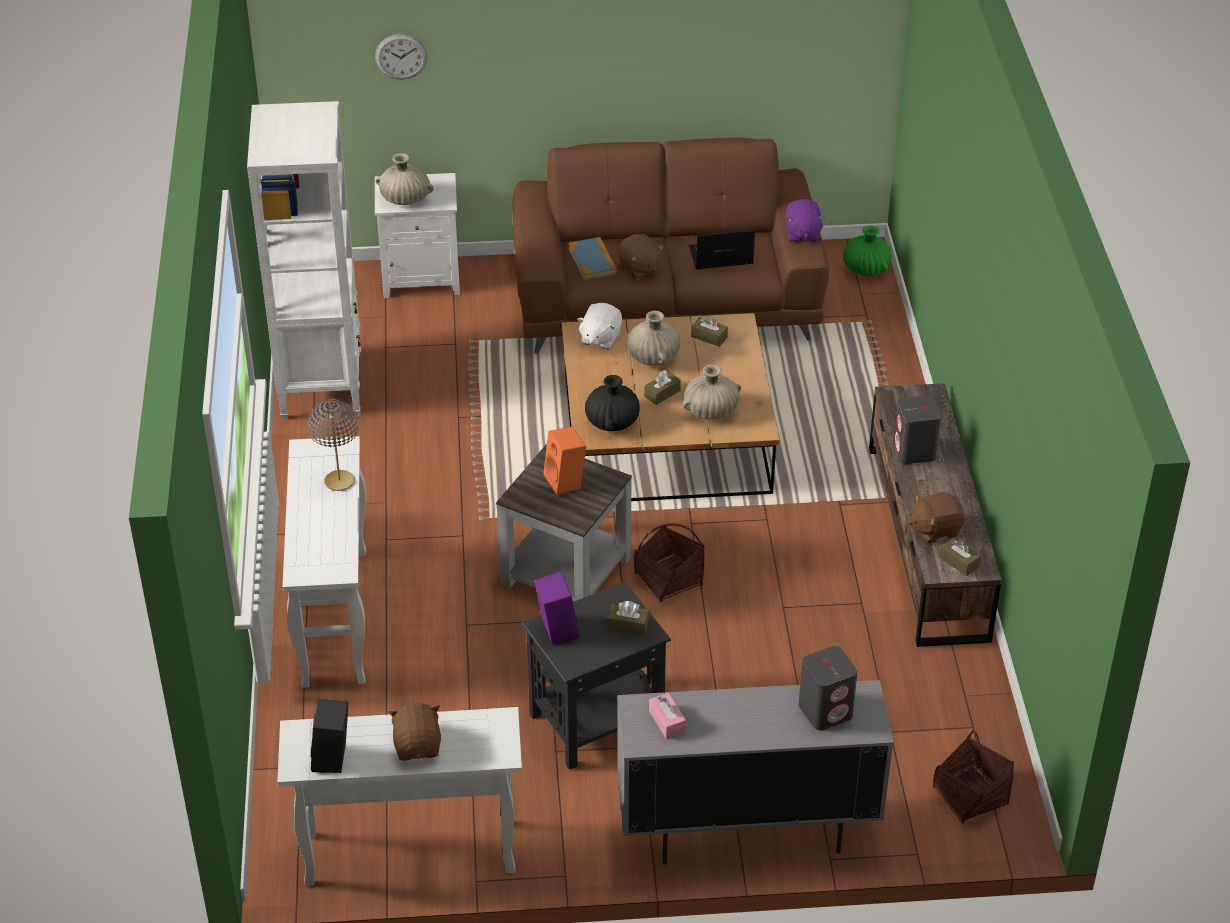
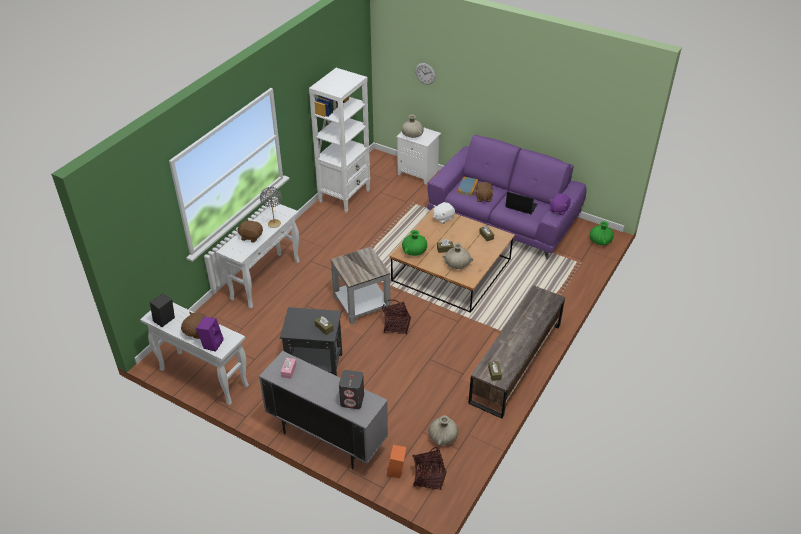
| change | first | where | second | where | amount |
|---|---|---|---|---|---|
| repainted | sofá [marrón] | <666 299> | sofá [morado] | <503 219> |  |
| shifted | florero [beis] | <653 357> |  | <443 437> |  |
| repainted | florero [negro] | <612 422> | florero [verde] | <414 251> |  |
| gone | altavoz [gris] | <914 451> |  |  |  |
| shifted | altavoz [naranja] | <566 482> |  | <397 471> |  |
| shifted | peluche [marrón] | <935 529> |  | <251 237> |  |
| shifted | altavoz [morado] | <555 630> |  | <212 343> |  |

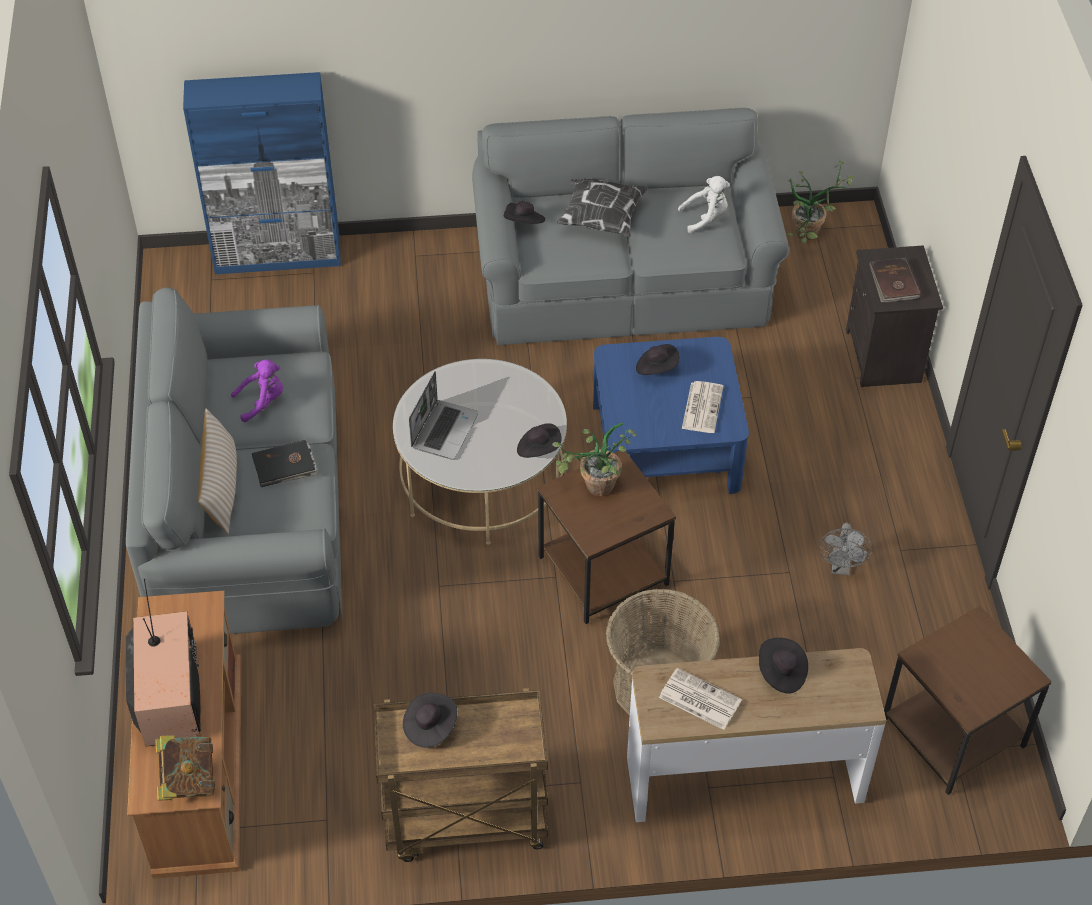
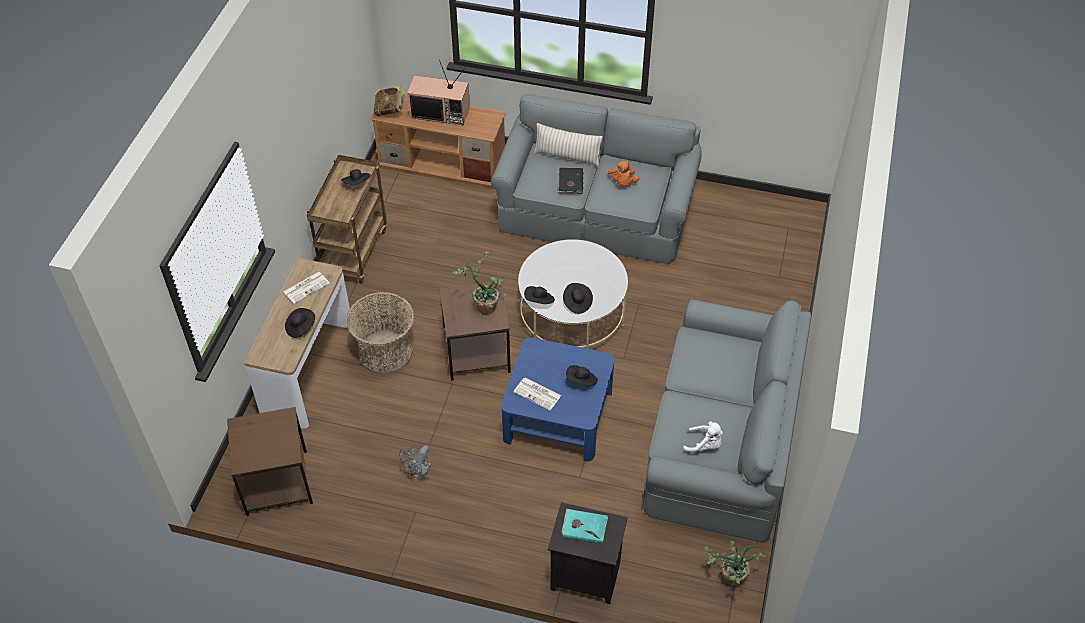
| change | first | where | second | where | amount |
|---|---|---|---|---|---|
| gone | armario [azul] | <278 256> |  |  |  |
| rotated | peluche [blanco] | <706 217> |  | <704 445> | 75 degrees counterclockwise |
| gone | cojín | <600 217> |  |  |  |
| shifted | sombrero [negro] | <523 223> |  | <577 303> |  |
| repainted | libro [marrón] | <893 283> | libro [turquesa] | <584 526> |  |
| repainted | peluche [morado] | <262 402> | peluche [naranja] | <623 183> |  |
| gone | portátil | <444 430> |  |  |  |
| rotated | ventilador [gris] | <841 567> |  | <419 473> | 90 degrees counterclockwise |

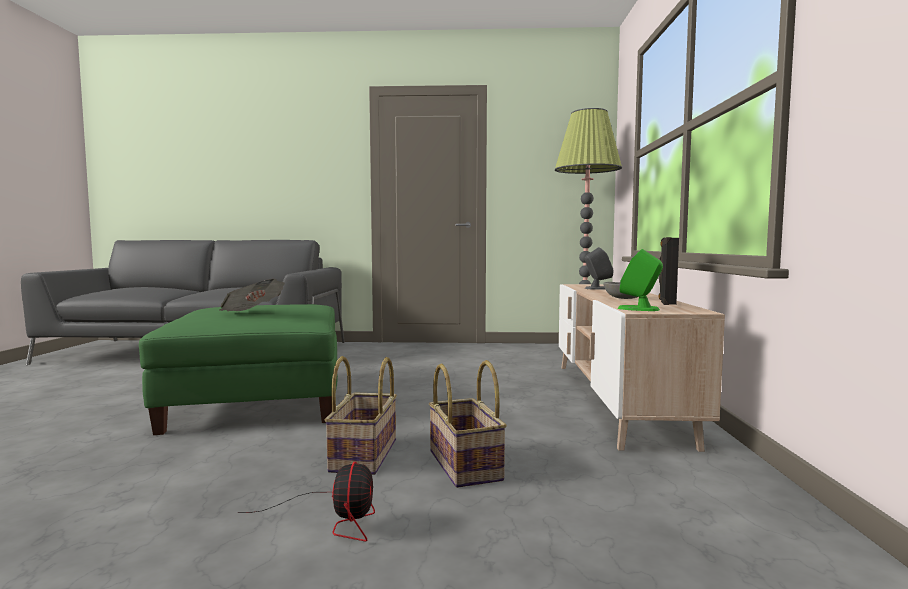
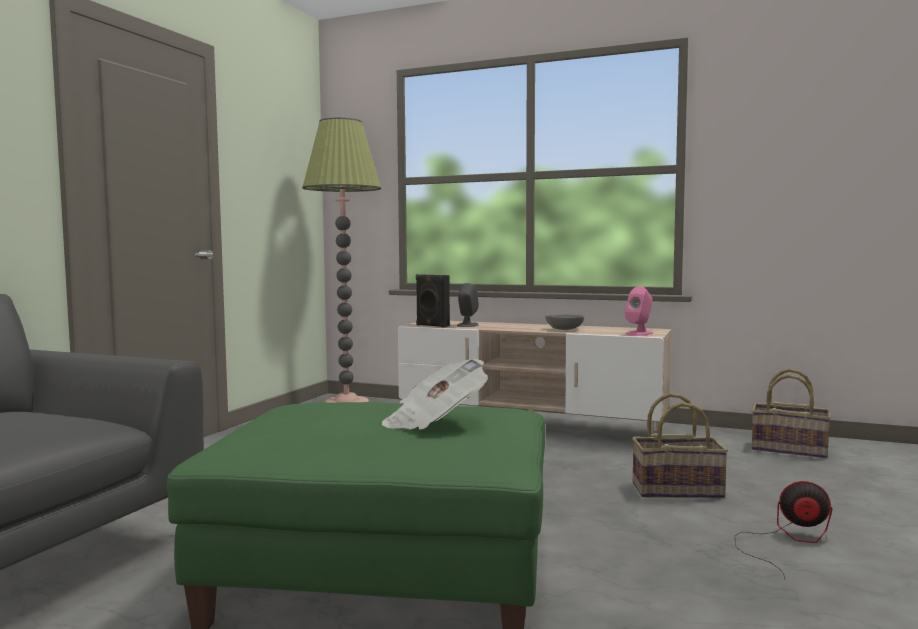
| change | first | where | second | where | amount |
|---|---|---|---|---|---|
| shifted | altavoz [negro] | <666 302> |  | <432 326> |  |
| repainted | altavoz [verde] | <639 309> | altavoz [rosa] | <639 333> |  |
| shifted | cesta | <365 456> |  | <789 449> |  |

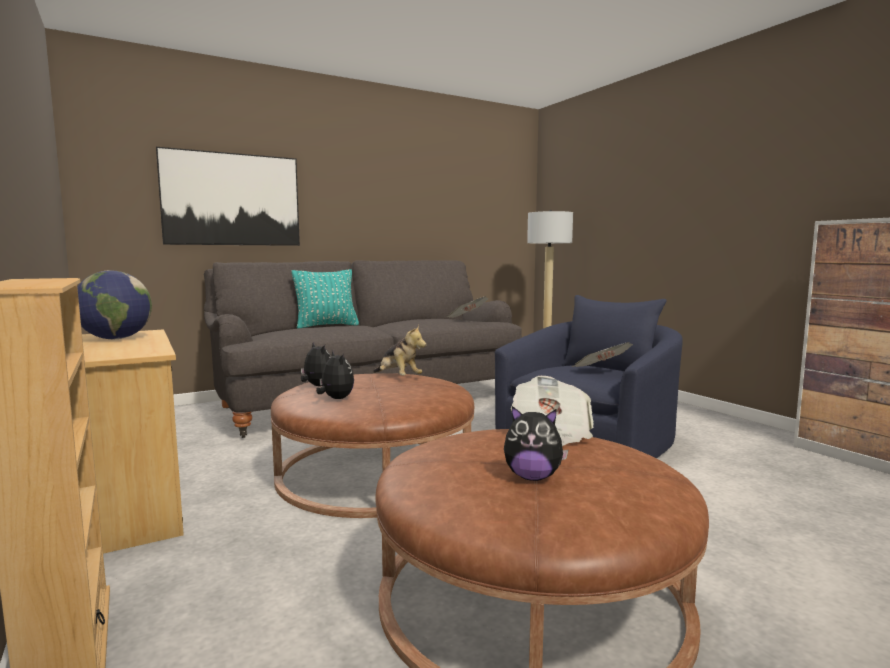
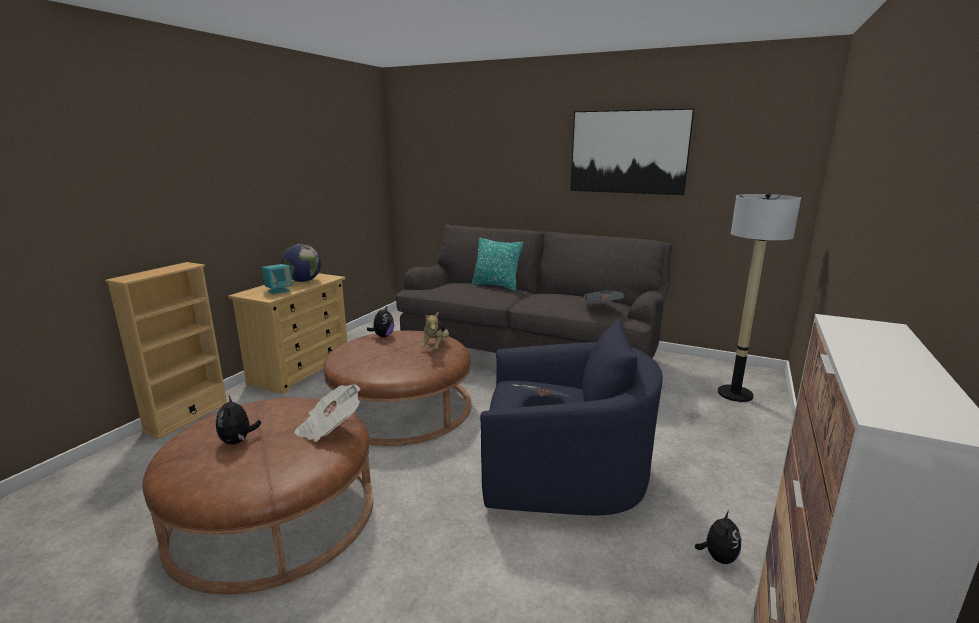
| change | first | where | second | where | amount |
|---|---|---|---|---|---|
| shifted | cuadro | <232 199> |  | <628 152> |  |
| shifted | peluche | <335 399> |  | <718 557> |  |
| new |  |  | altavoz [turquesa] | <279 291> |  |

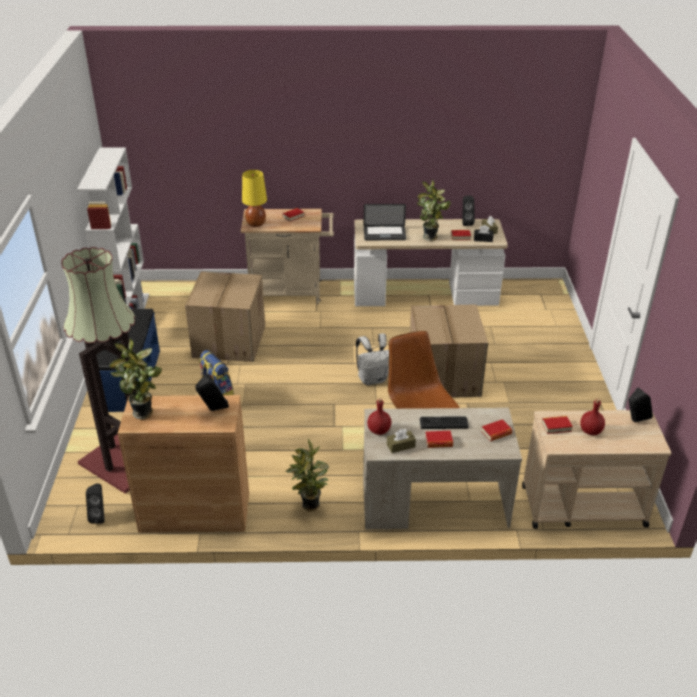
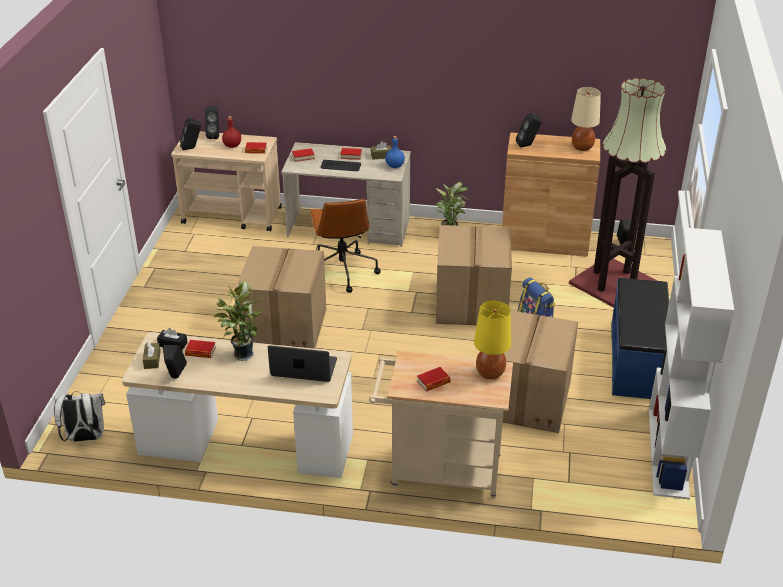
| change | first | where | second | where | amount |
|---|---|---|---|---|---|
| shifted | mochila [blanco] | <373 379> |  | <85 438> |  |
| swapped | planta en maceta | <144 414> | lámpara de mesa [beis] | <582 147> |  |
| repainted | botella [rojo] | <378 431> | botella [azul] | <395 166> |  |
| new |  |  | altavoz [negro] | <214 136> |  |
| new |  |  | caja de cartón | <472 304> |  |

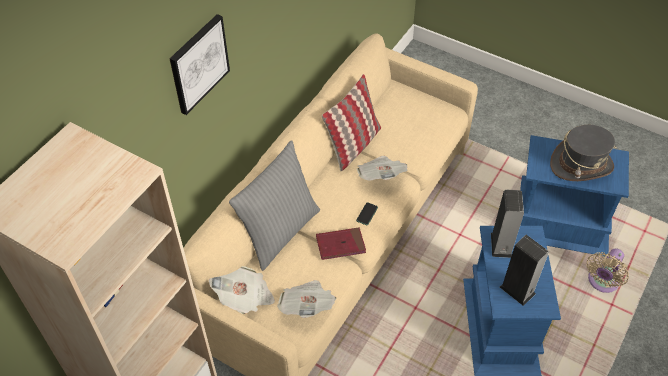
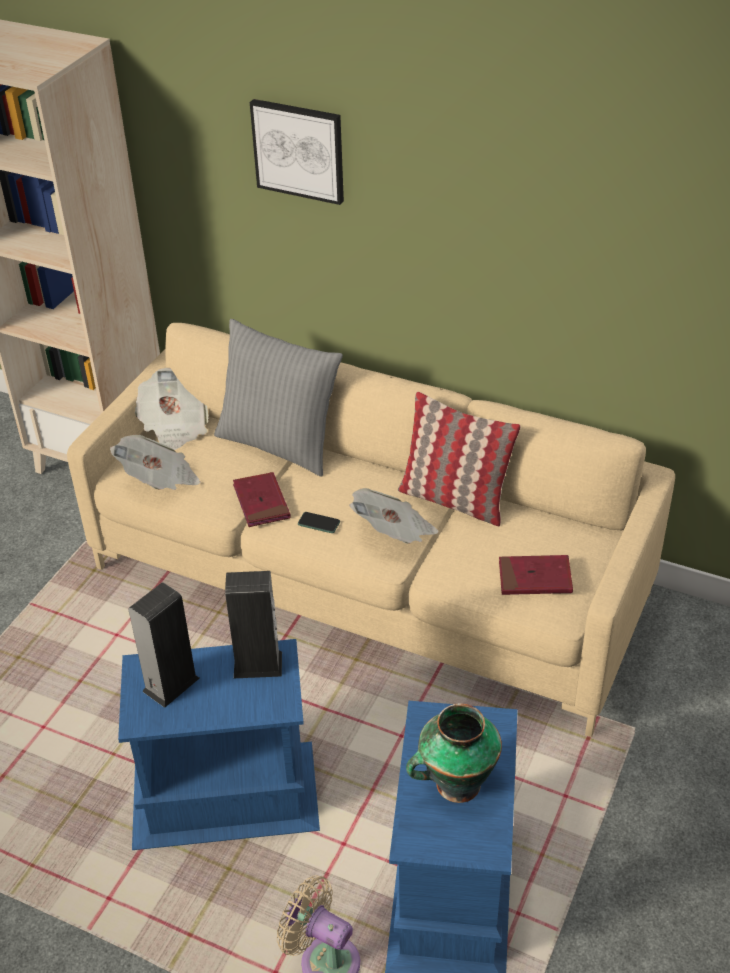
| change | first | where | second | where | amount |
|---|---|---|---|---|---|
| swapped | sombrero [gris] | <581 165> | florero | <455 785> |  |
| new |  |  | libro [rojo] | <535 578> |  |

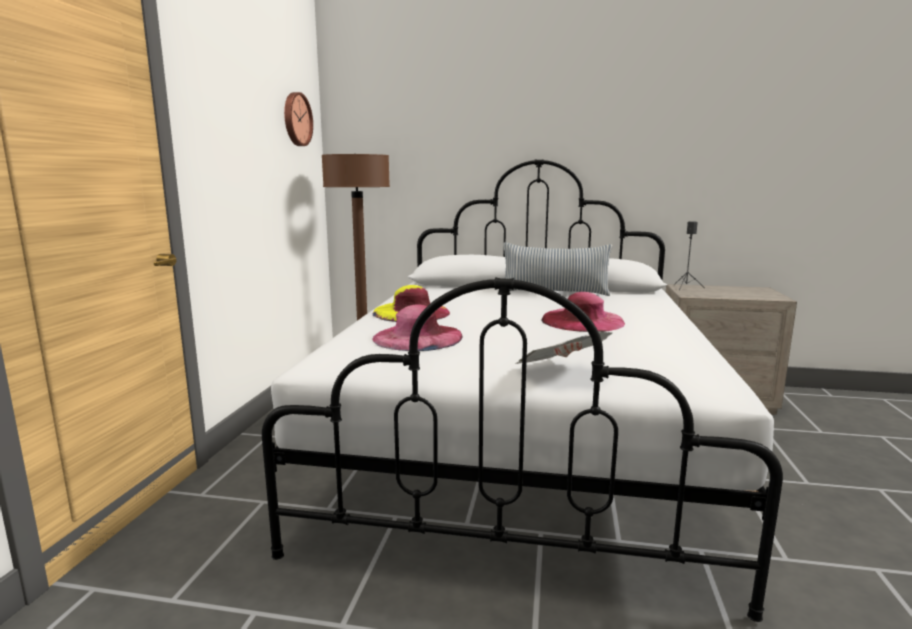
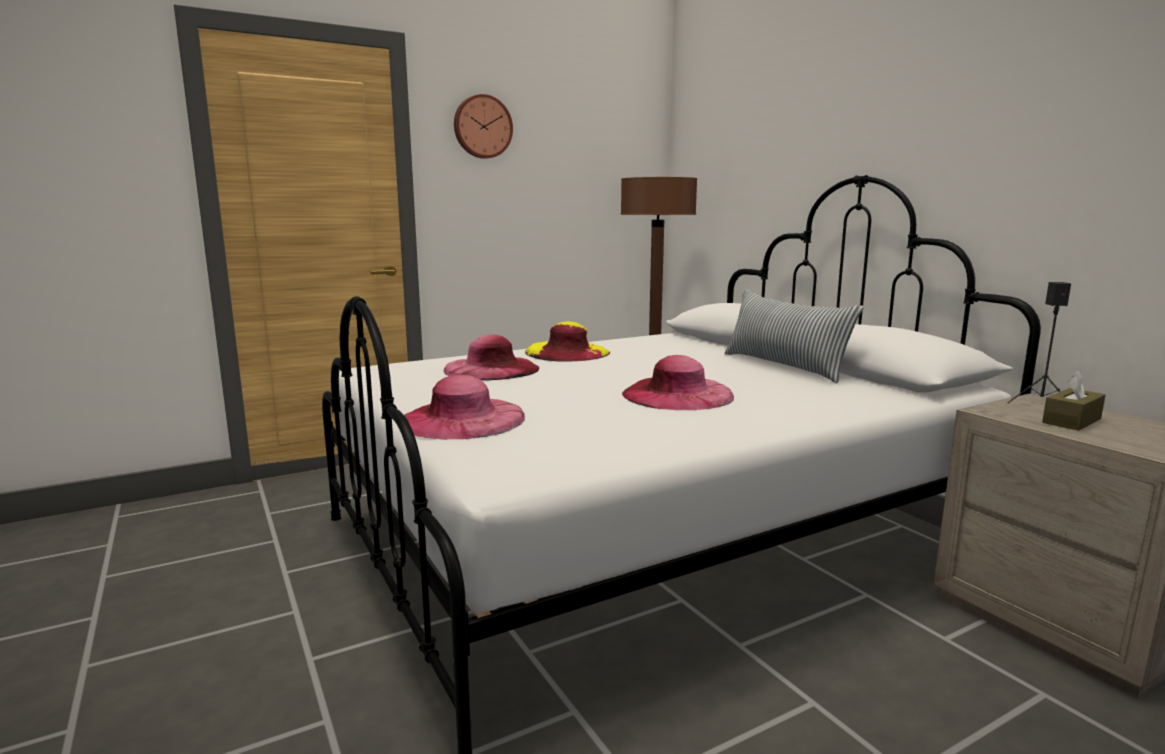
| change | first | where | second | where | amount |
|---|---|---|---|---|---|
| shifted | reloj de pared | <296 119> |  | <482 127> |  |
| swapped | periódico | <561 373> | sombrero [rosa] | <462 419> |  |
| new |  |  | caja de pañuelos [marrón] | <1071 421> |  |

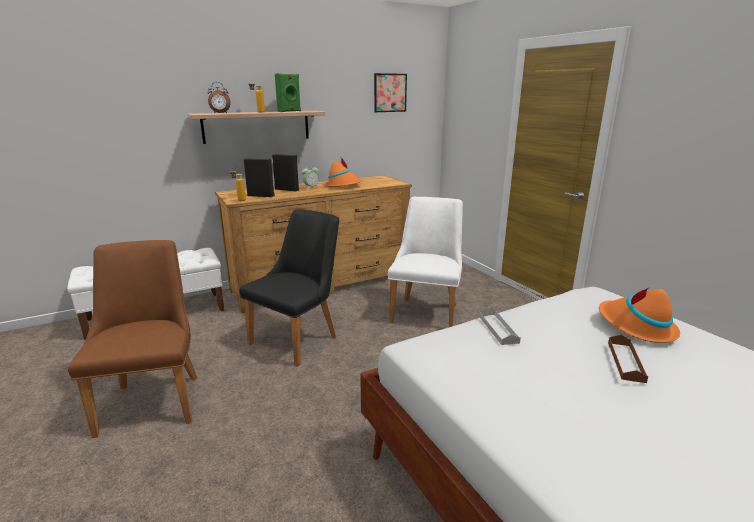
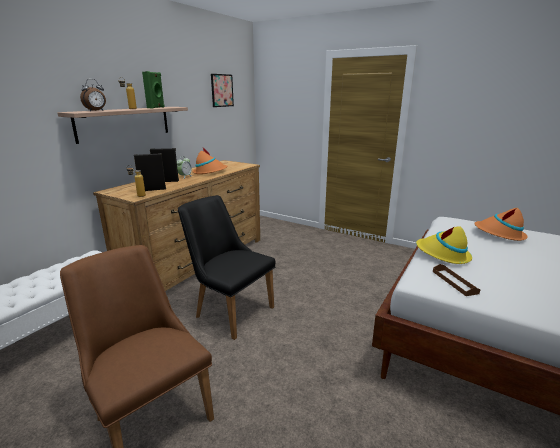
| change | first | where | second | where | amount |
|---|---|---|---|---|---|
| gone | silla [blanco] | <426 310> |  |  |  |
| rotated | silla [negro] | <300 337> |  | <229 310> | 60 degrees counterclockwise |
| swapped | bandeja [gris] | <498 328> | sombrero [amarillo] | <442 254> |  |
| shifted | bandeja [marrón] | <625 361> |  | <454 282> |  |

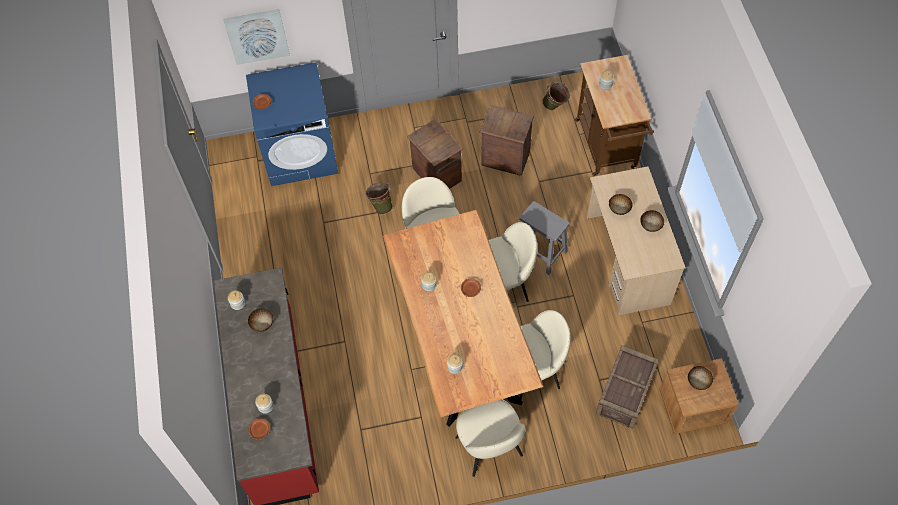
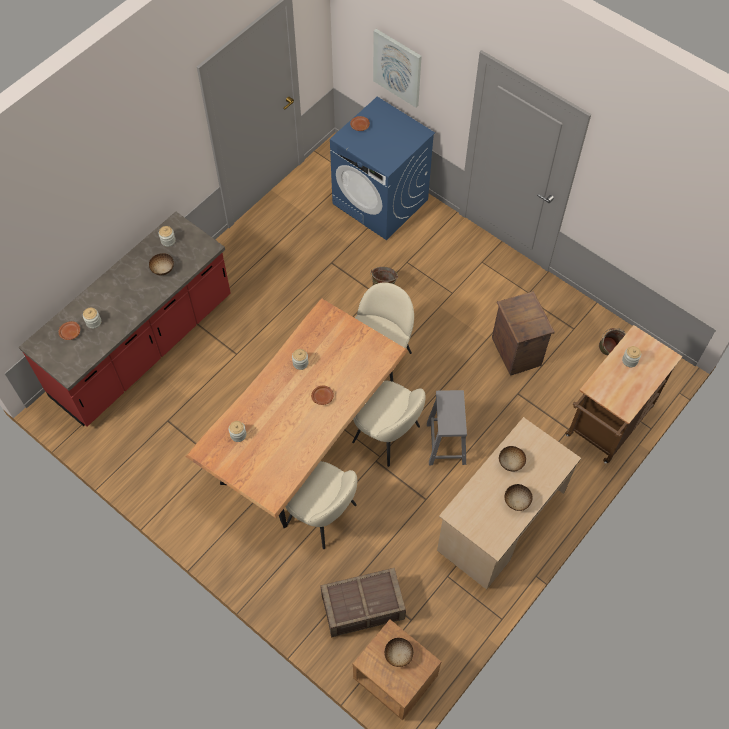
| change | first | where | second | where | amount |
|---|---|---|---|---|---|
| gone | caja de embalaje | <437 175> |  |  |  |
| gone | silla [beis] | <489 448> |  |  |  |

